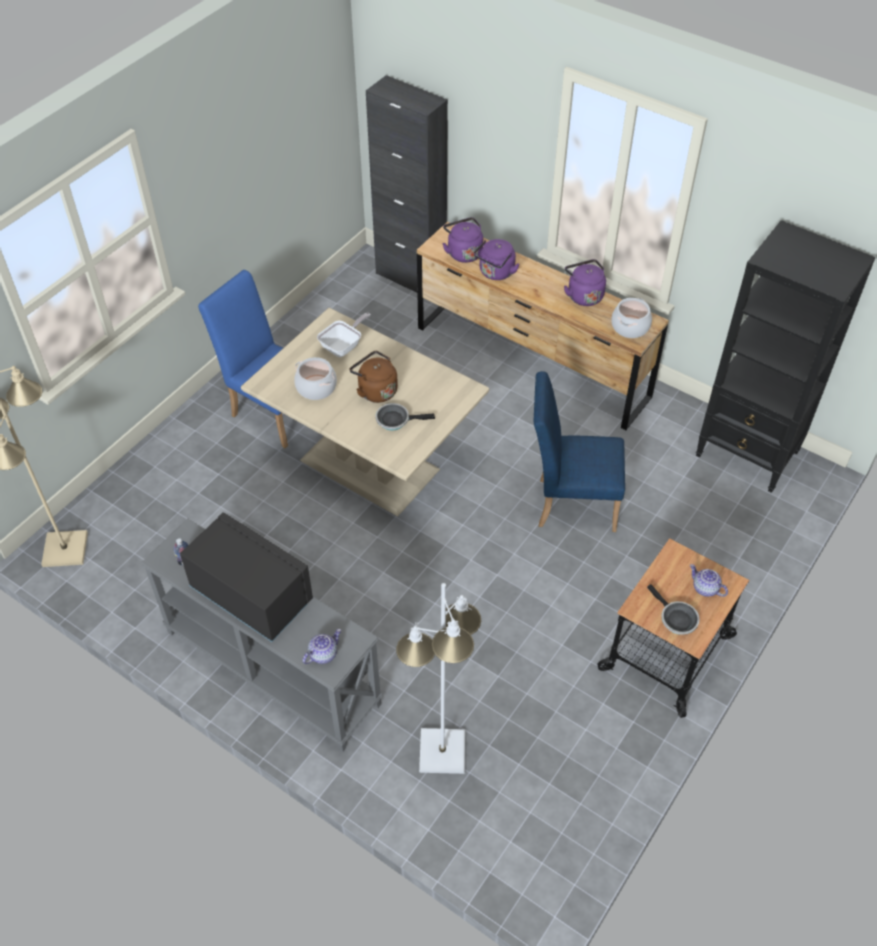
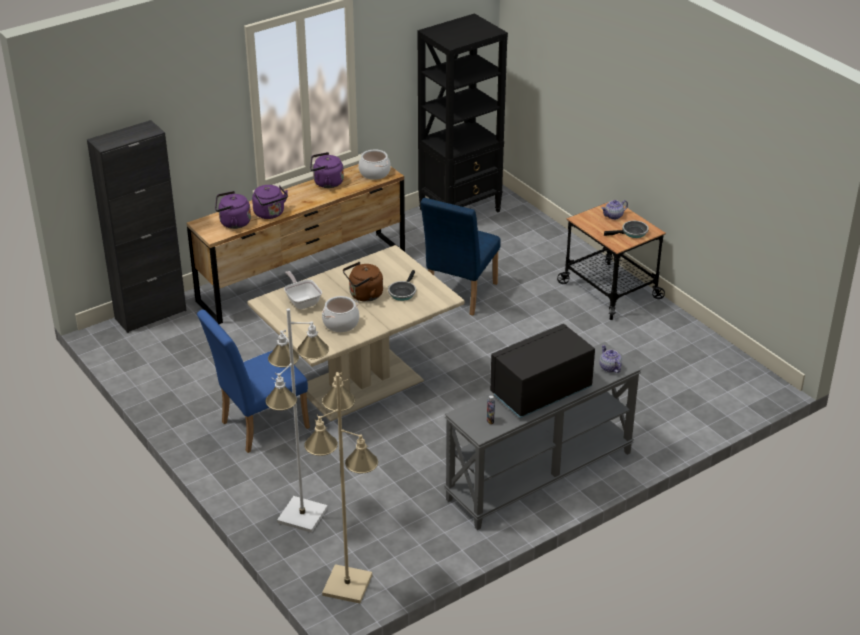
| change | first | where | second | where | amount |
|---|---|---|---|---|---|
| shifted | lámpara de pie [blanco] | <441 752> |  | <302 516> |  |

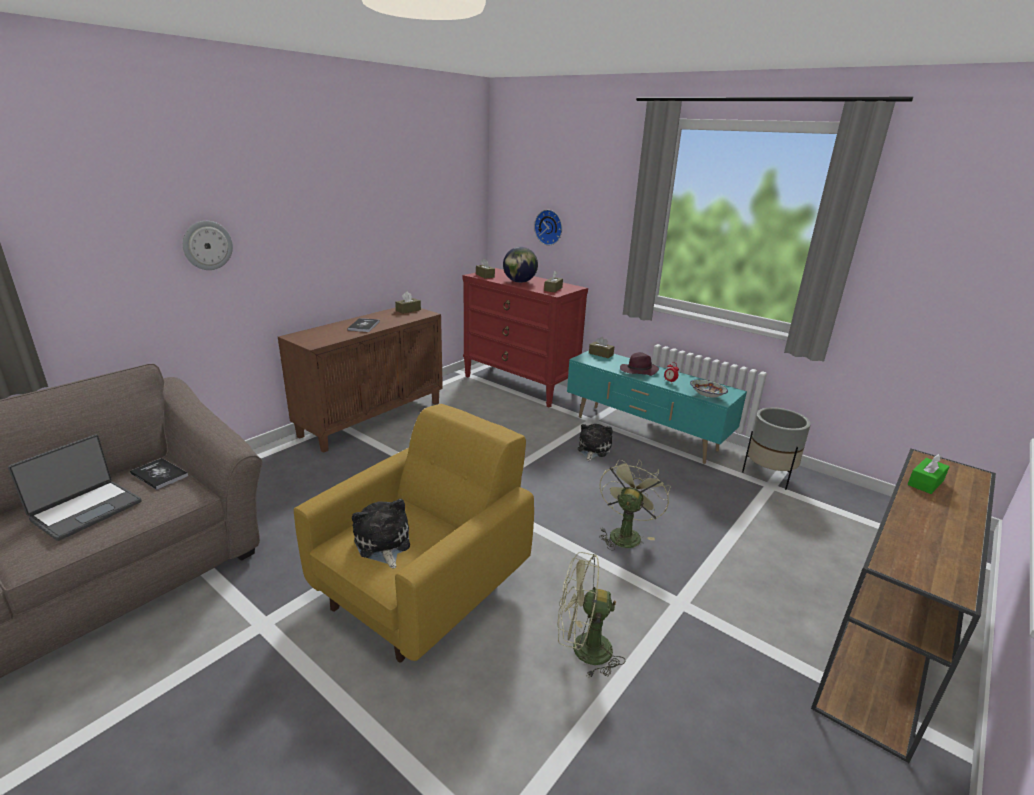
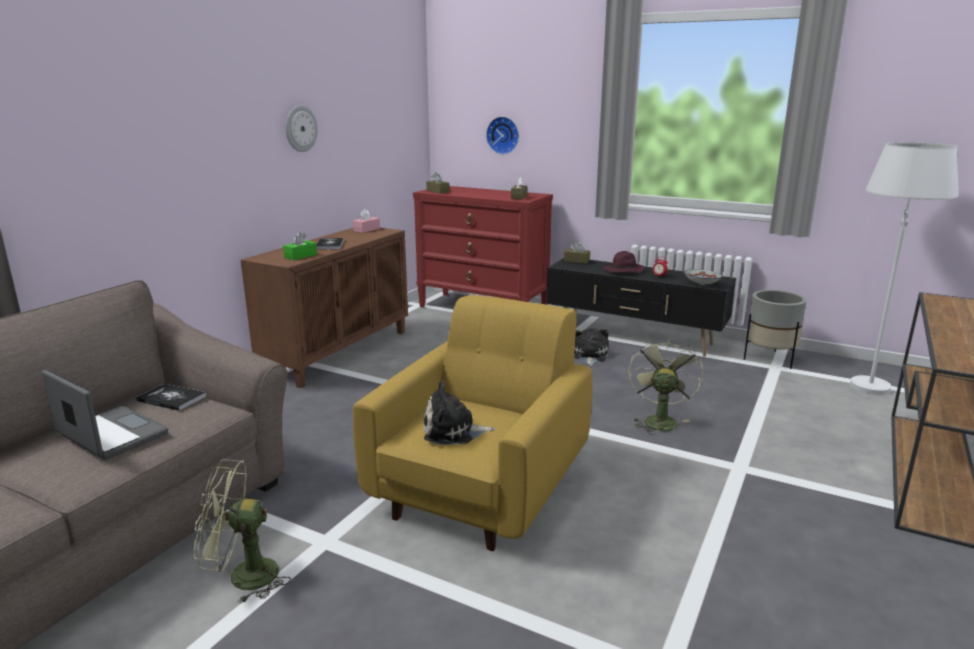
| change | first | where | second | where | amount |
|---|---|---|---|---|---|
| shifted | reloj de pared | <207 245> |  | <300 128> |  |
| gone | globo terráqueo | <519 282> |  |  |  |
| repainted | caja de pañuelos [marrón] | <408 310> | caja de pañuelos [rosa] | <366 230> |  |
| repainted | mueble de televisión [turquesa] | <645 434> | mueble de televisión [negro] | <634 338> |  |
| rotated | portátil | <86 510> |  | <110 435> | 75 degrees counterclockwise |
| shifted | caja de pañuelos [verde] | <925 482> |  | <300 256> |  |
| rotated | peluche | <383 544> |  | <453 432> | 60 degrees counterclockwise |
| shifted | ventilador [verde] | <582 650> |  | <243 577> |  |
| new |  |  | lámpara de pie [blanco] | <871 379> |  |

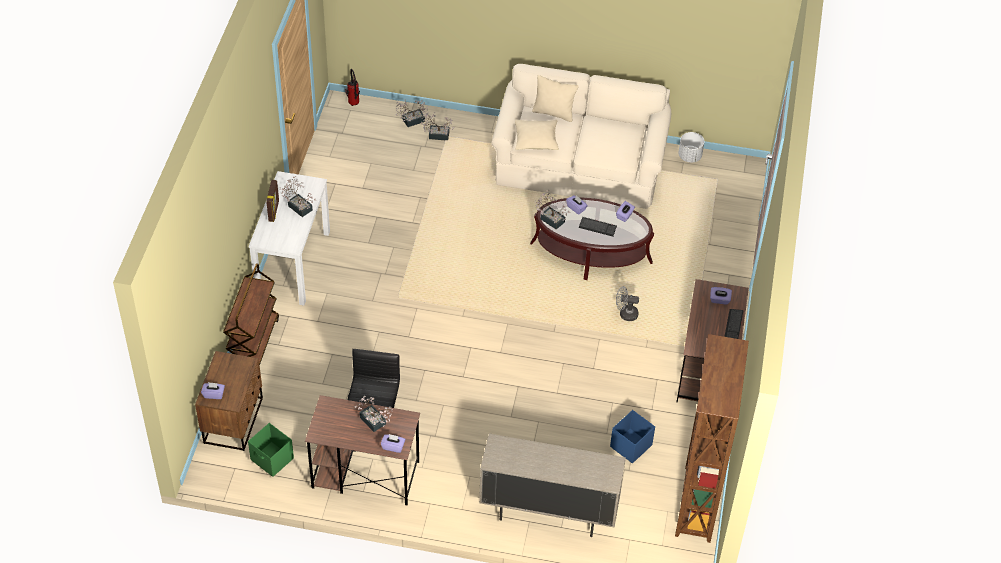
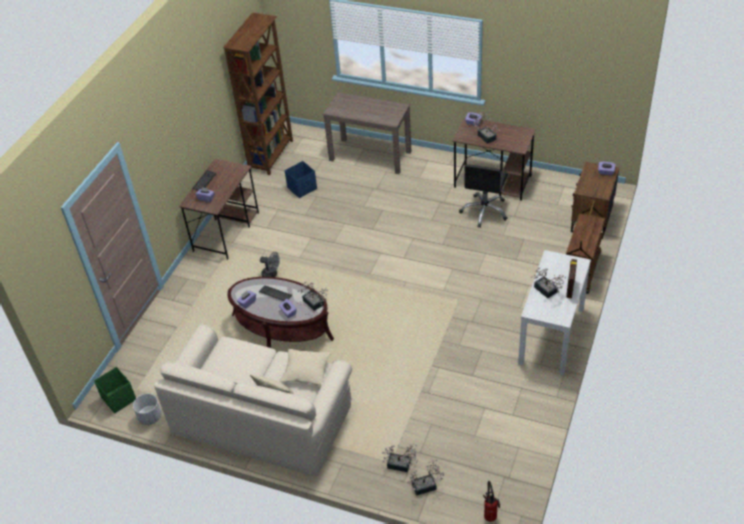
| change | first | where | second | where | amount |
|---|---|---|---|---|---|
| shifted | caja de almacenaje [verde] | <272 460> |  | <119 398> |  |
| swapped | armario [beis] | <548 513> | mesa consola [marrón] | <370 156> |  |

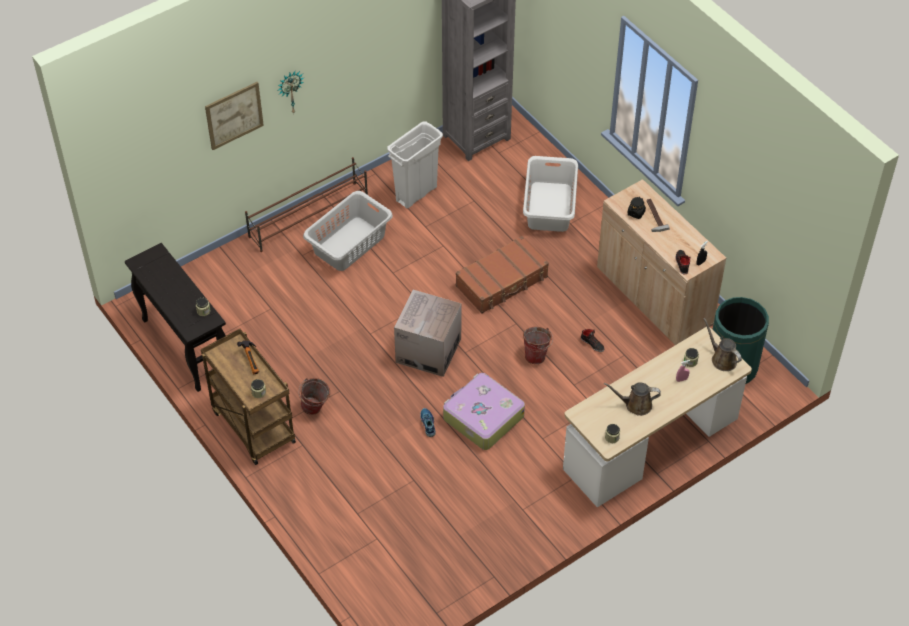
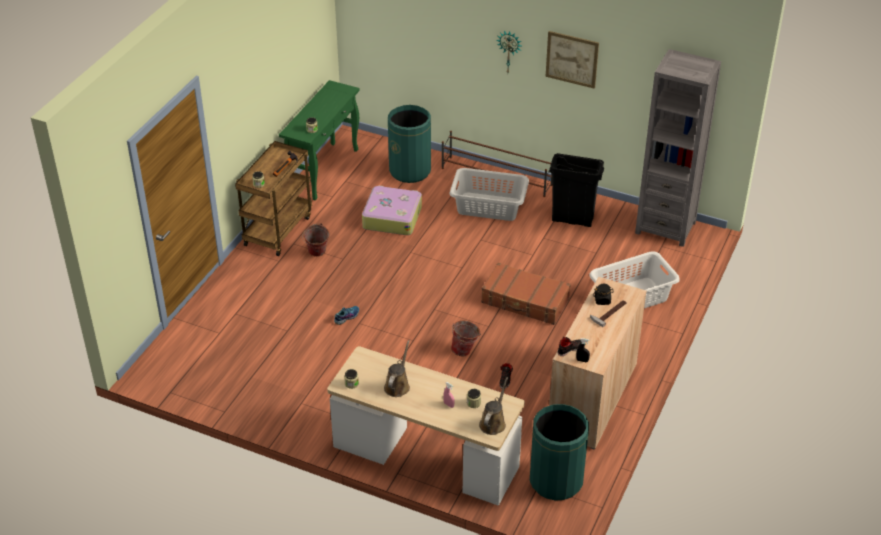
| change | first | where | second | where | amount |
|---|---|---|---|---|---|
| shifted | cuadro | <234 115> |  | <572 59> |  |
| repainted | papelera [blanco] | <416 193> | papelera [negro] | <572 220> |  |
| repainted | mesa consola [negro] | <184 347> | mesa consola [verde] | <324 170> |  |
| gone | caja de cartón | <428 350> |  |  |  |
| shifted | maleta | <482 417> |  | <392 217> |  |
| rotated | regadera [marrón] | <635 405> |  | <397 385> | 45 degrees clockwise |
| new |  |  | papelera [verde] | <410 170> |  |

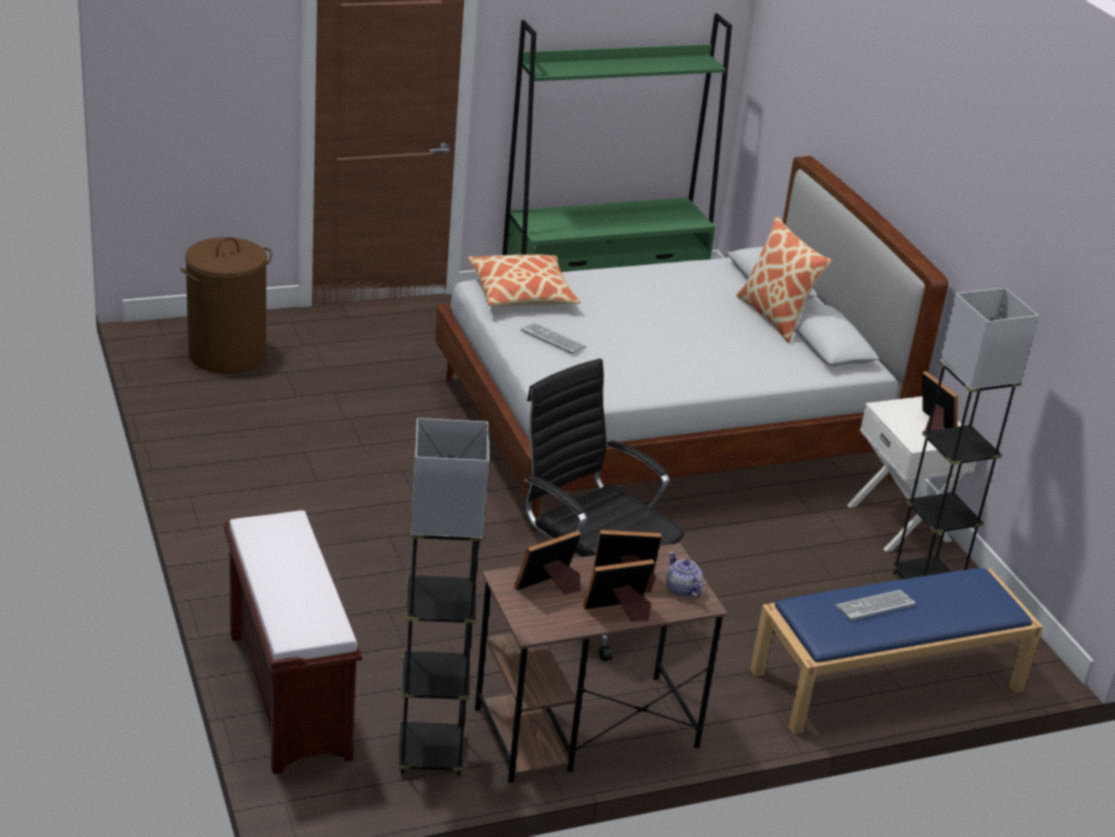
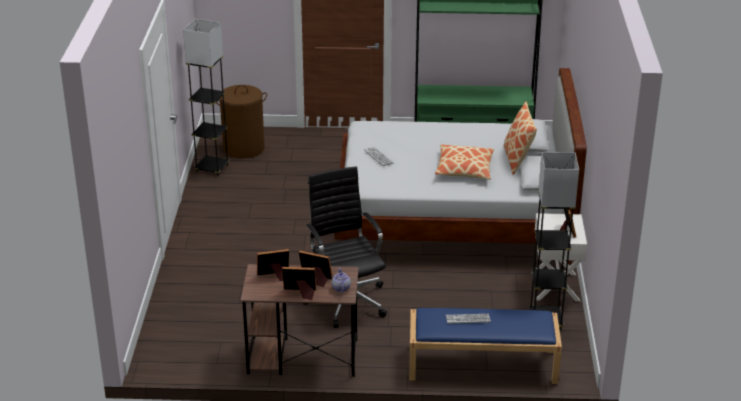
| change | first | where | second | where | amount |
|---|---|---|---|---|---|
| shifted | cojín | <521 293> |  | <464 169> |  |
| shifted | lámpara de pie [gris] | <430 754> |  | <212 168> |  |
| gone | banco [marrón] | <287 694> |  |  |  |

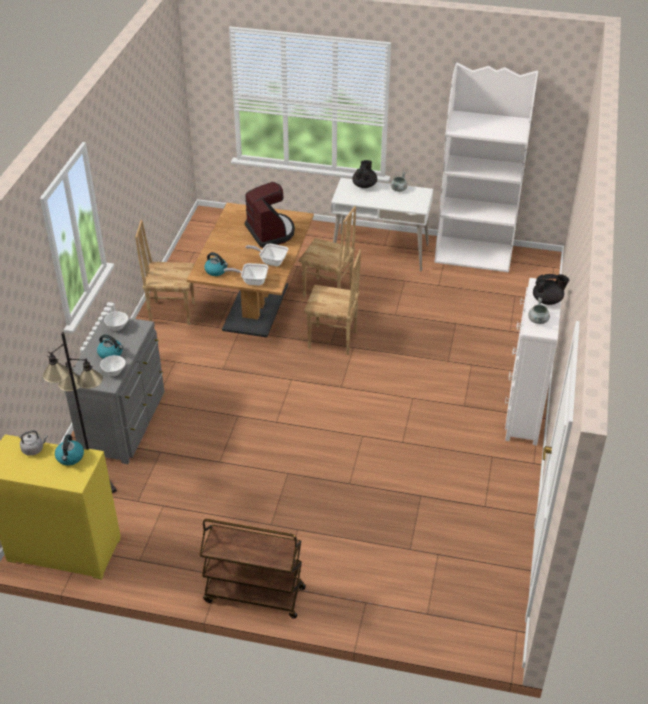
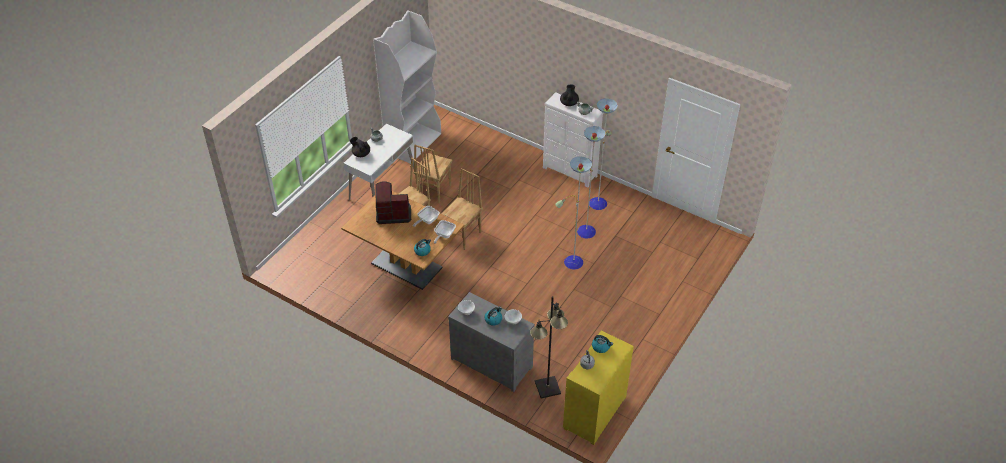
| change | first | where | second | where | amount |
|---|---|---|---|---|---|
| shifted | silla [marrón] | <172 312> |  | <433 191> |  |
| gone | carrito [marrón] | <253 595> |  |  |  |
| new |  |  | lámpara de pie | <585 231> |  |

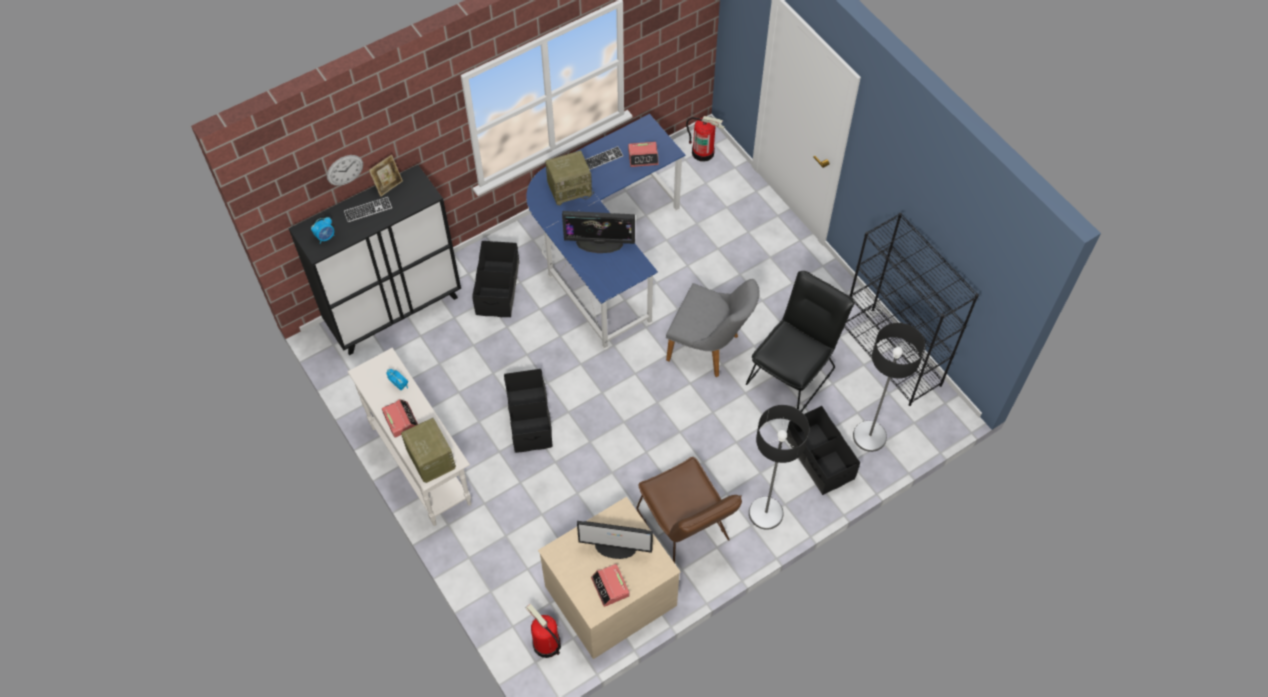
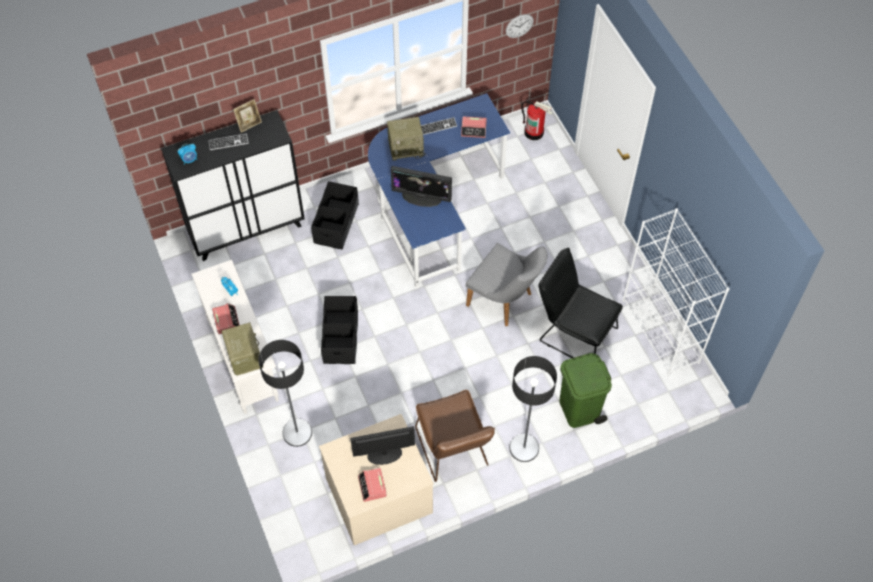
| change | first | where | second | where | amount |
|---|---|---|---|---|---|
| shifted | reloj de pared | <345 170> |  | <519 26> |  |
| repainted | estantería [negro] | <891 357> | estantería [blanco] | <661 332> |  |
| rotated | silla [negro] | <794 372> |  | <573 332> | 105 degrees counterclockwise |
| shifted | lámpara de pie | <870 436> |  | <297 433> |  |
| swapped | caja de almacenaje [negro] | <819 459> | papelera [verde] | <579 409> |  |
| rotated | monitor | <616 547> |  | <384 454> | 150 degrees clockwise |
| gone | extintor | <546 644> |  |  |  |

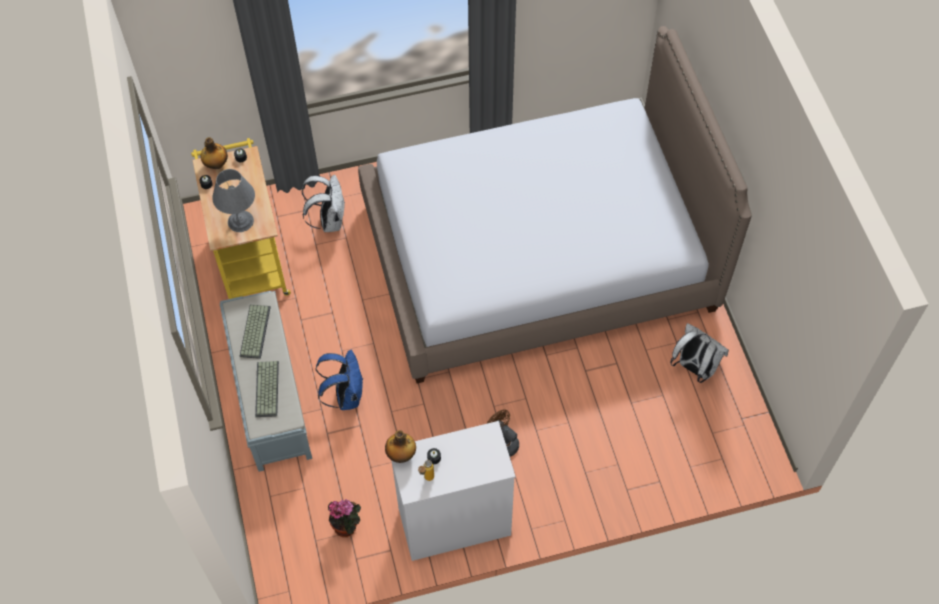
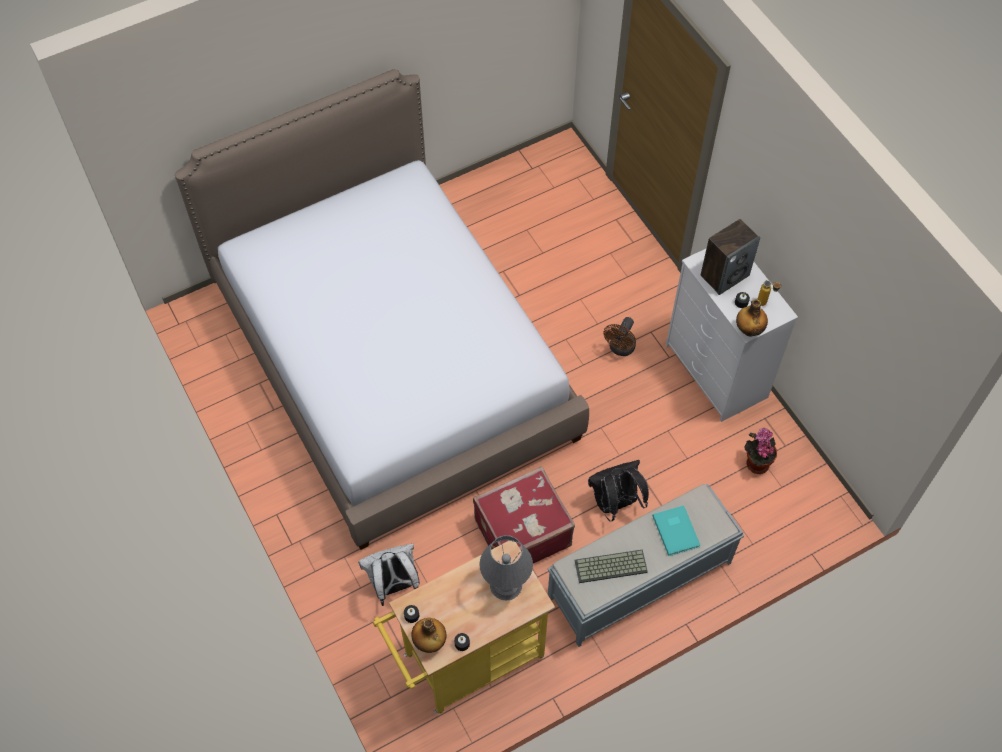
| change | first | where | second | where | amount |
|---|---|---|---|---|---|
| gone | mochila [blanco] | <694 368> |  |  |  |
| repainted | mochila [azul] | <345 395> | mochila [negro] | <615 503> |  |
| swapped | teclado | <268 389> | libro [turquesa] | <676 530> |  |
| new |  |  | altavoz | <724 275> |  |
| new |  |  | maleta [rojo] | <521 532> |  |

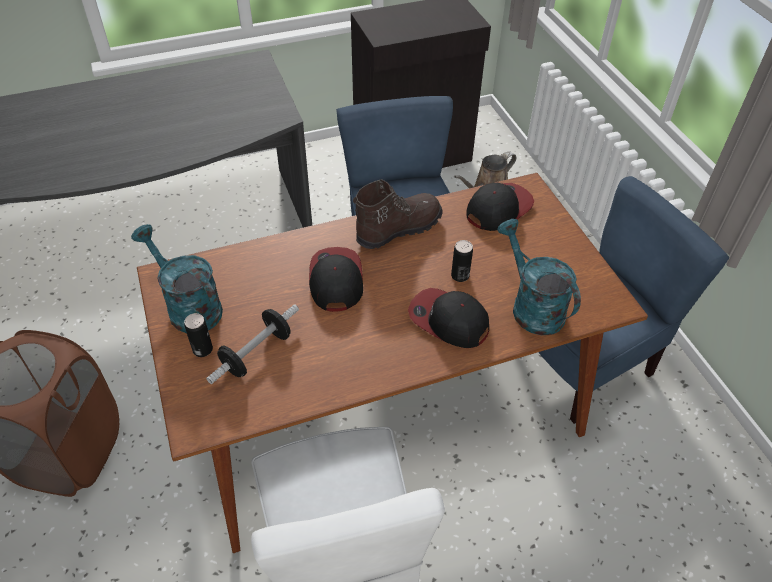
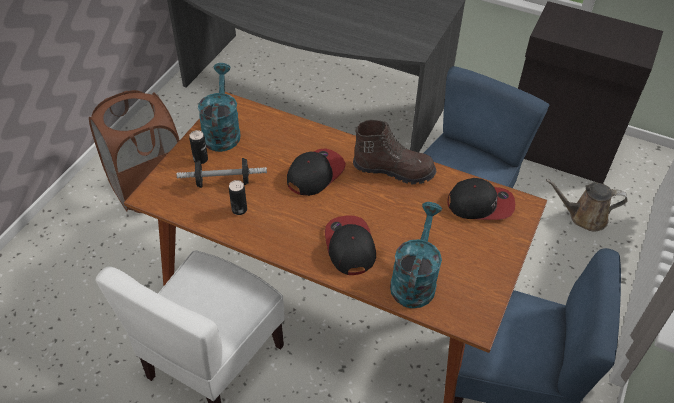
| change | first | where | second | where | amount |
|---|---|---|---|---|---|
| shifted | lata | <460 276> |  | <239 209> |  |

